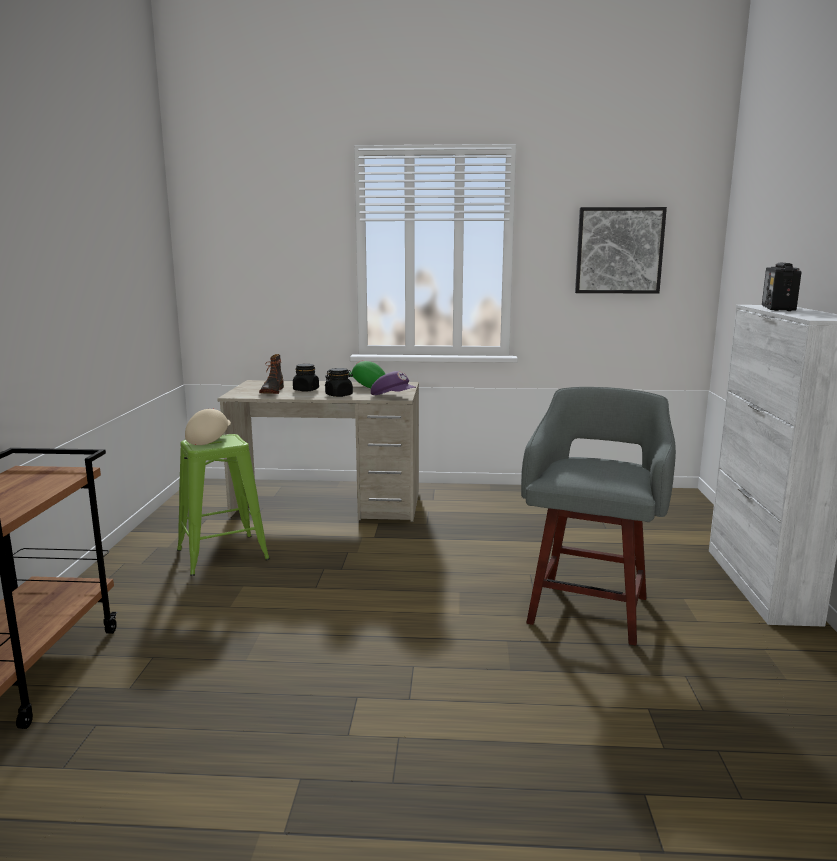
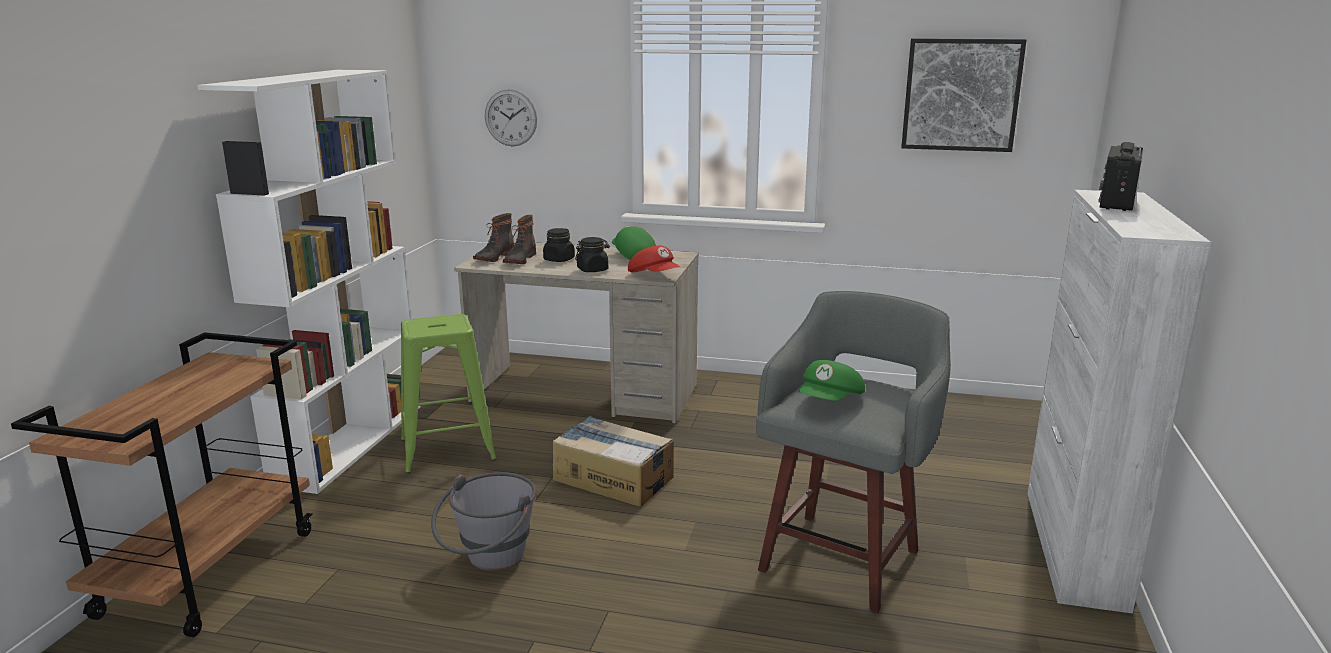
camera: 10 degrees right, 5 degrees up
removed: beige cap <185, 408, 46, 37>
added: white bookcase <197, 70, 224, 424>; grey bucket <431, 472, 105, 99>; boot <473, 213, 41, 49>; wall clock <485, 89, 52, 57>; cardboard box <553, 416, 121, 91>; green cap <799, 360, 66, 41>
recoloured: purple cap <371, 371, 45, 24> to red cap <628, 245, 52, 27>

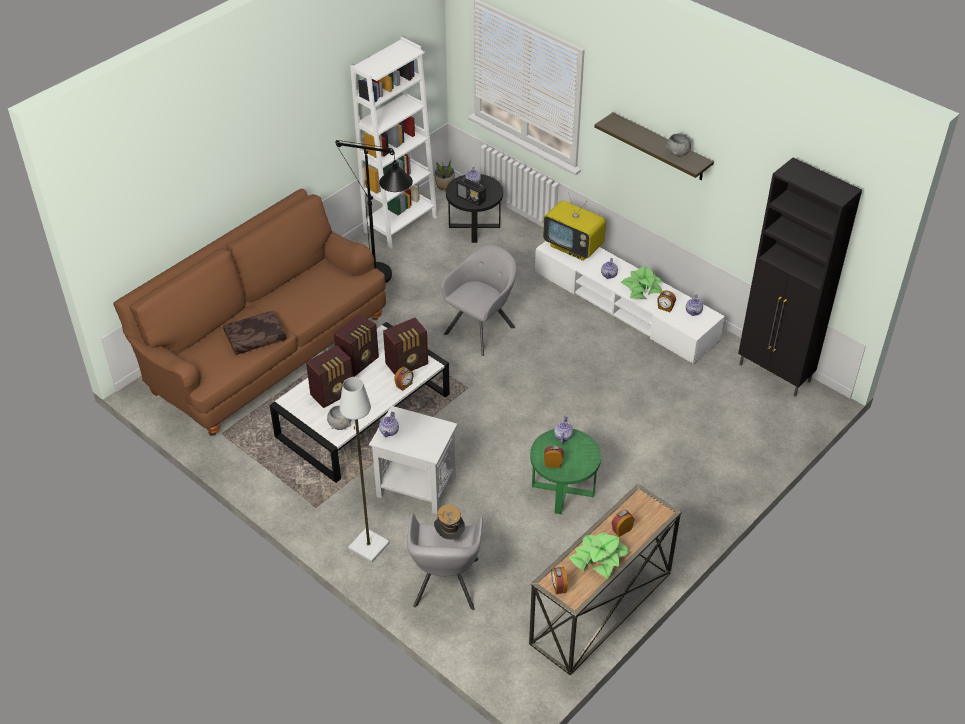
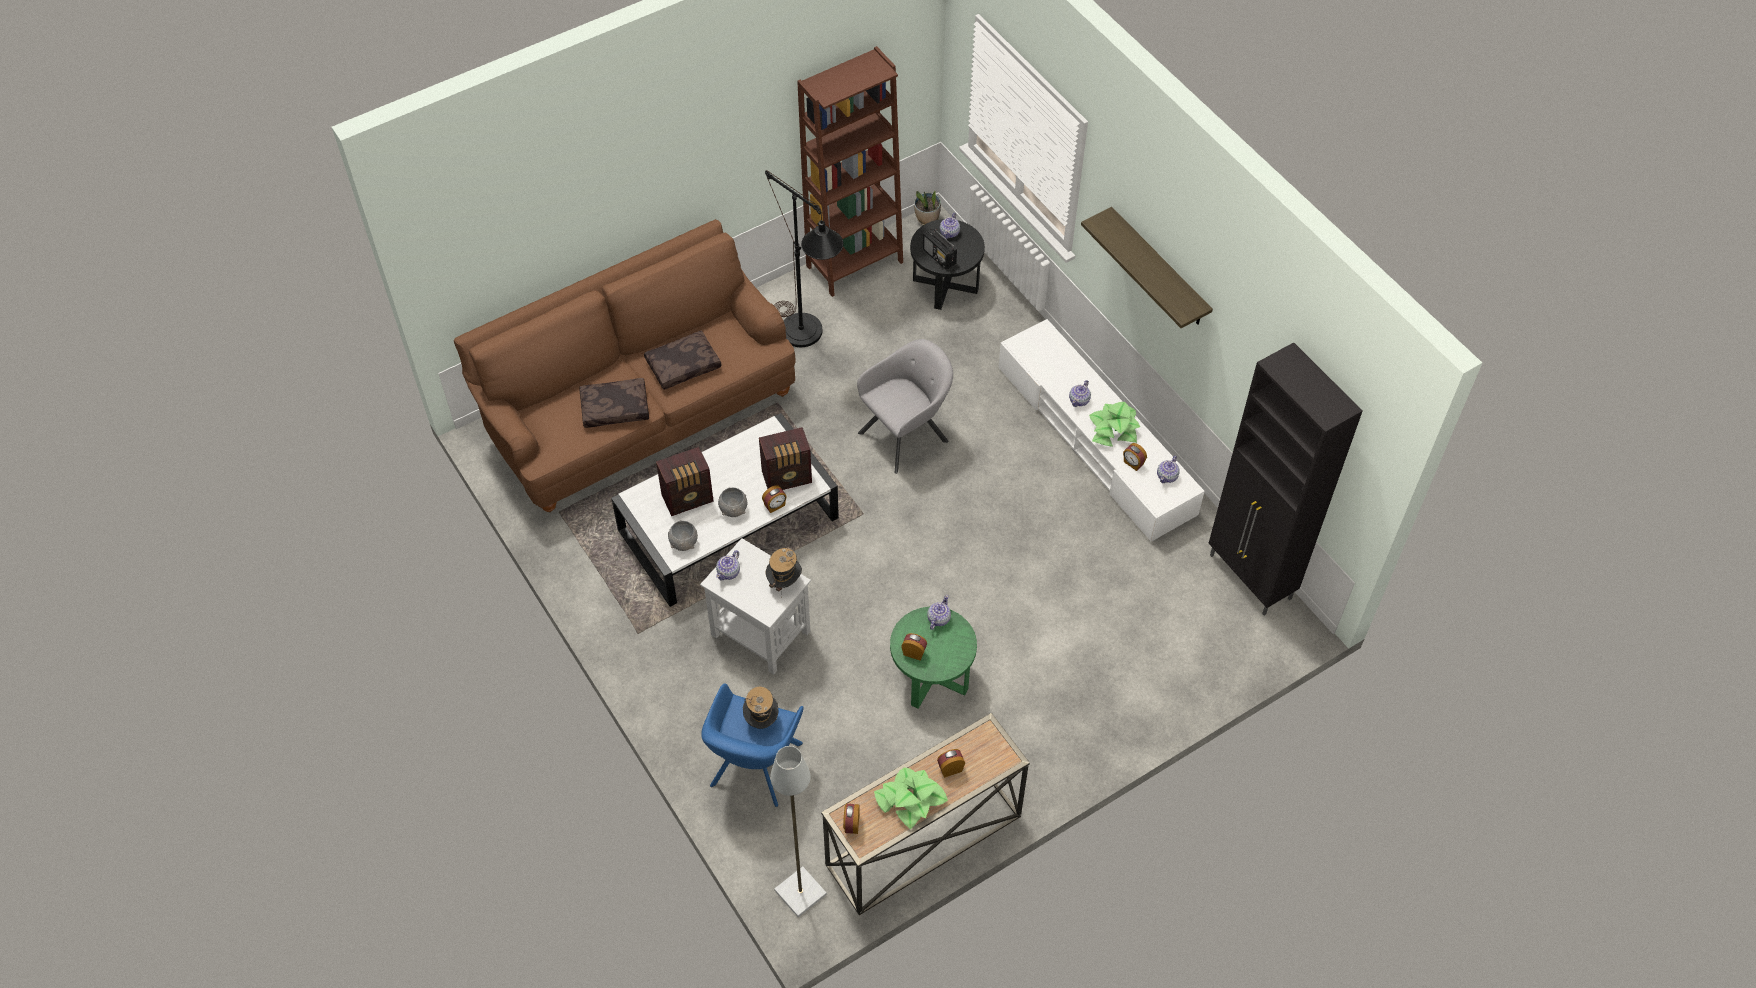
camera: 15 degrees right, 10 degrees up
removed: radio <334, 314, 45, 63>; television <543, 193, 63, 68>
added: brown pillow <644, 330, 78, 60>; hat <766, 547, 36, 51>
moved: grey floor lamp <339, 377, 51, 186> to <770, 746, 57, 171>; grey bowl <666, 133, 25, 24> to <718, 487, 30, 30>
recoloured: white bookcase <350, 37, 87, 211> to brown bookcase <797, 46, 106, 251>; grey armchair <407, 513, 76, 97> to blue armchair <701, 684, 103, 123>

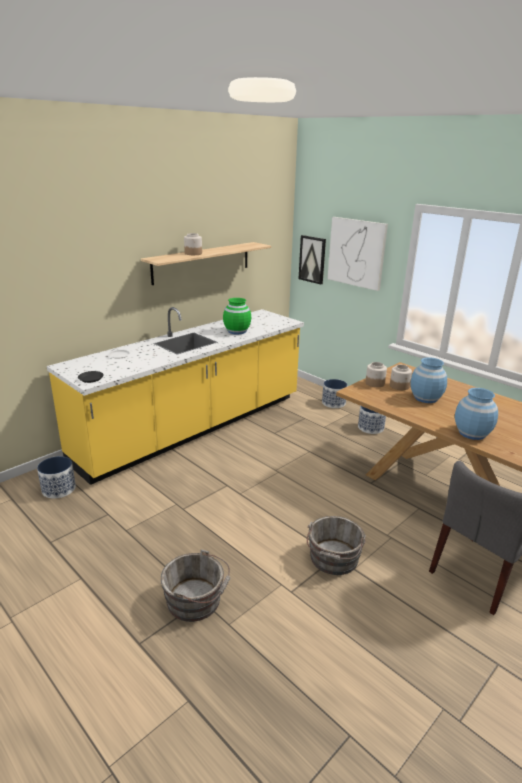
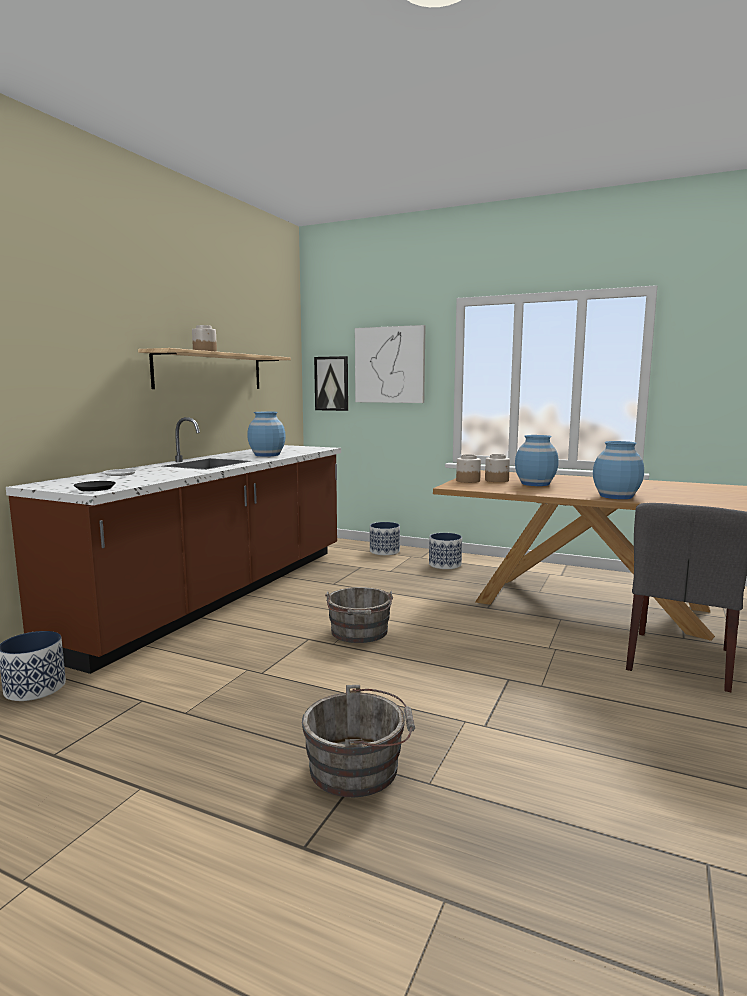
camera: 20 degrees left, 15 degrees down
moved: grey bucket <307, 516, 59, 59> to <325, 587, 68, 56>
recoloured: yellow counter <47, 307, 257, 178> to brown counter <6, 417, 335, 257>; green vase <223, 298, 28, 37> to blue vase <247, 412, 39, 45>

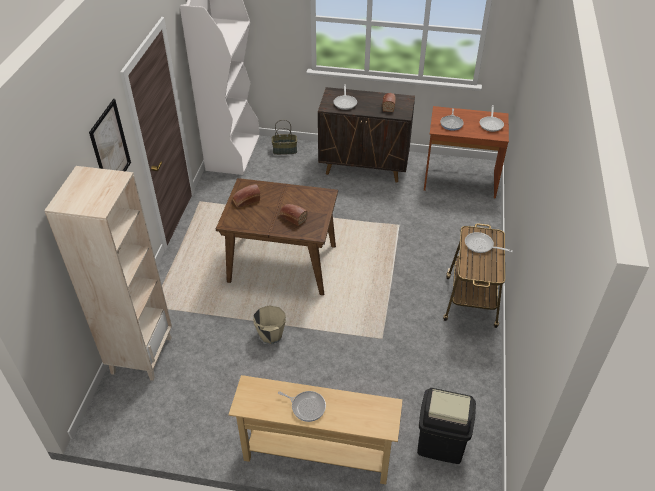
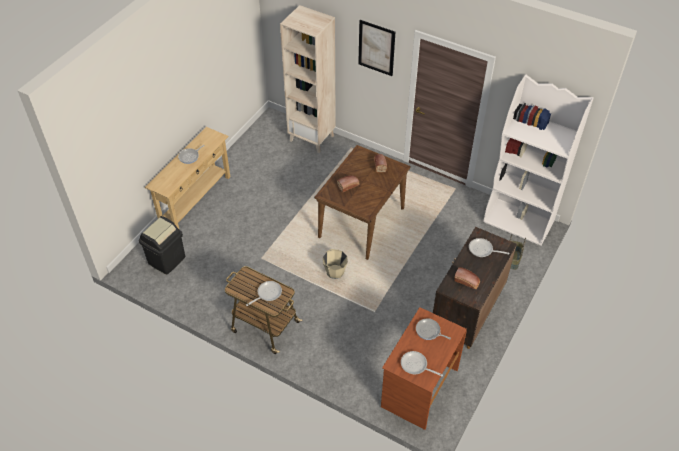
camera: 110 degrees right, 5 degrees up
moved: beige bucket <253, 305, 33, 39> to <323, 249, 25, 30>

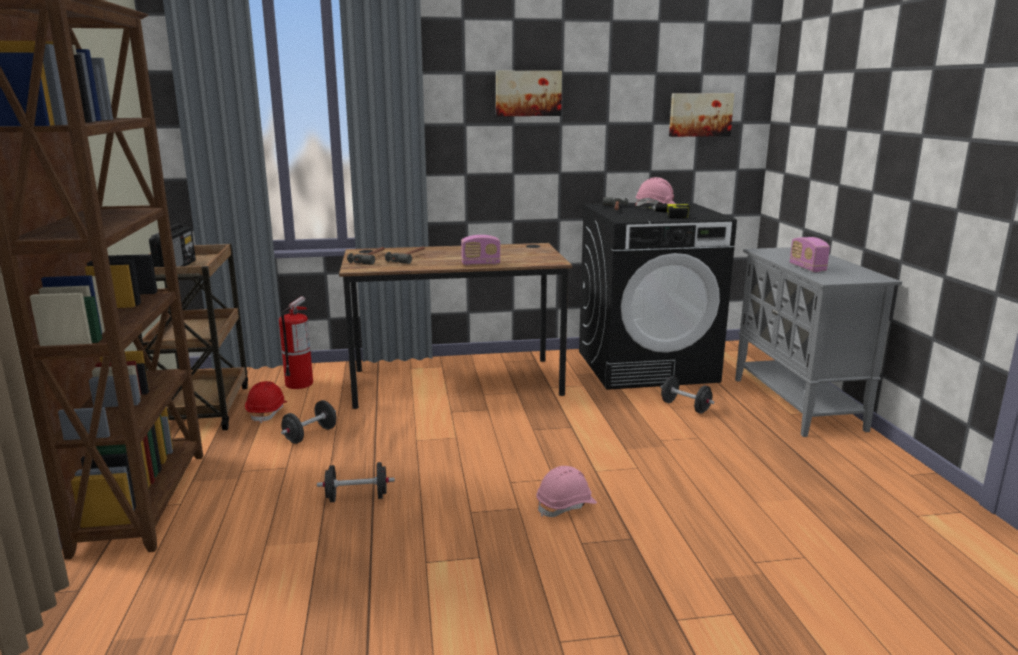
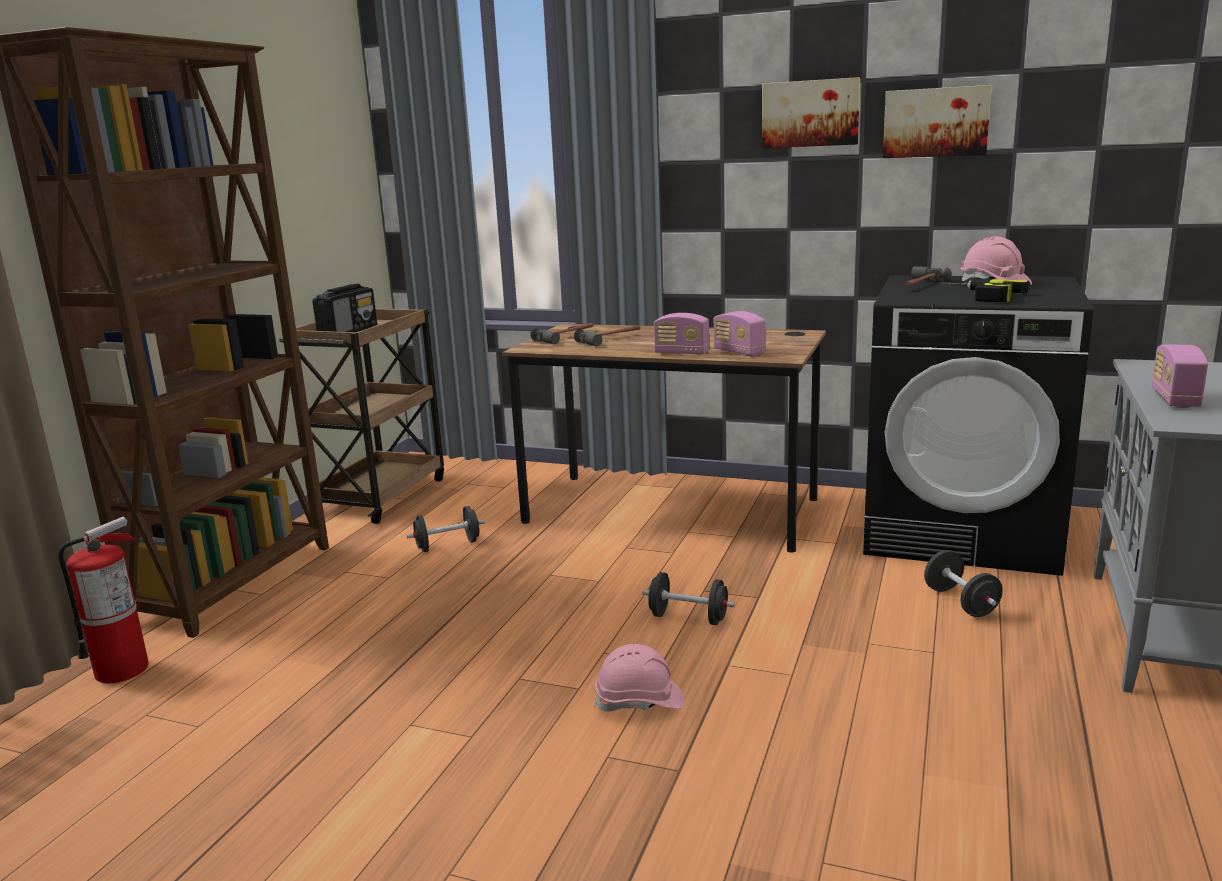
camera: 30 degrees right, 0 degrees up
removed: red hard hat <245, 381, 42, 42>
added: radio <713, 311, 53, 45>
moved: fire extinguisher <279, 297, 34, 92> to <58, 516, 91, 167>; black dumbbell <317, 462, 78, 40> to <643, 572, 92, 53>; picture <669, 93, 65, 44> to <883, 85, 109, 73>

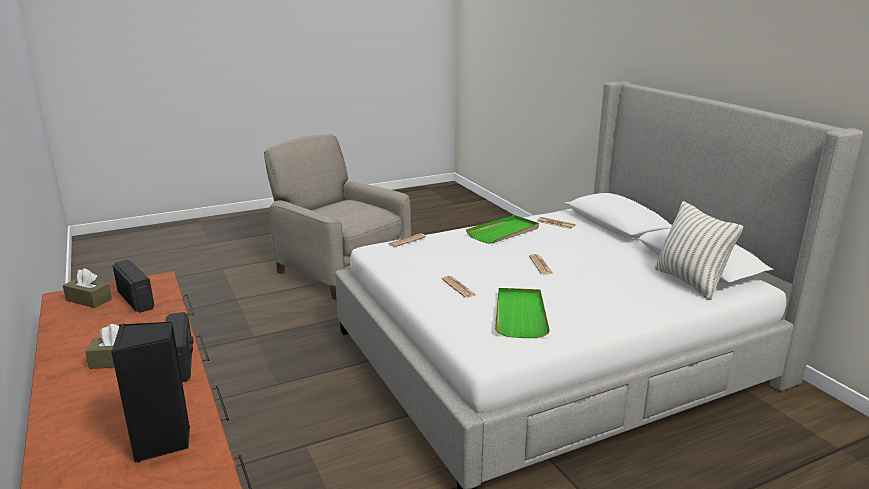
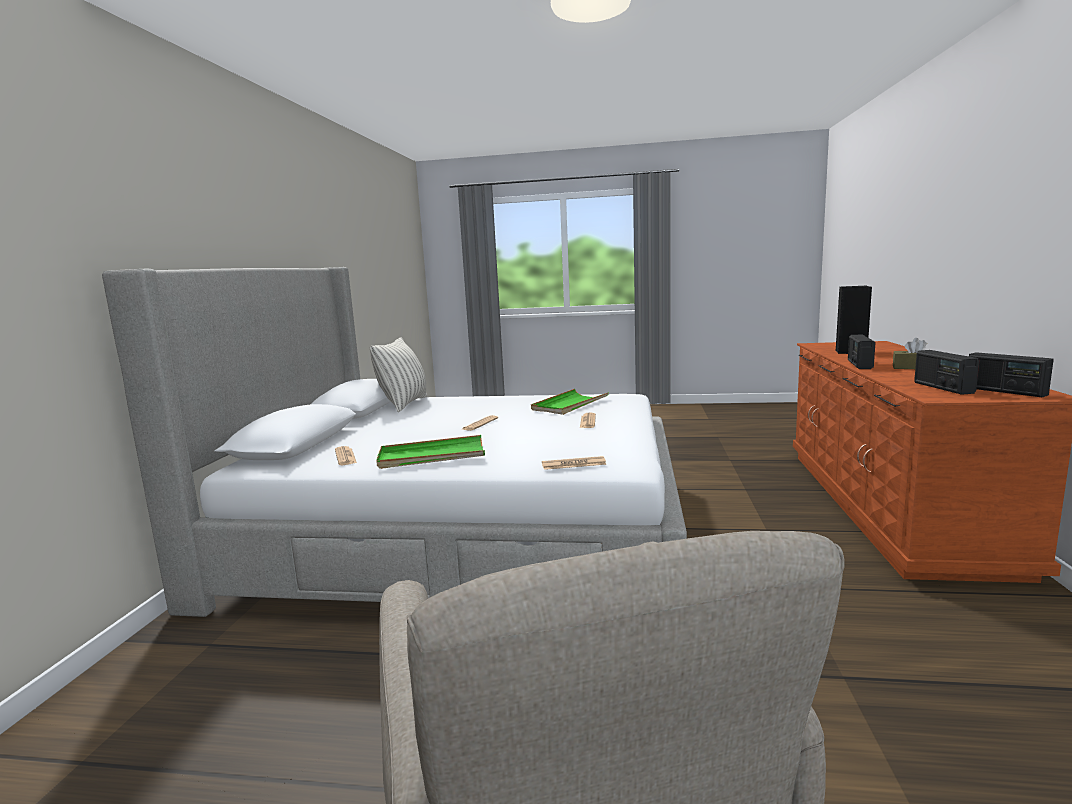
camera: 145 degrees left, 10 degrees down
replaced: brown tissue box <63, 268, 49, 40> to radio <969, 352, 85, 45>

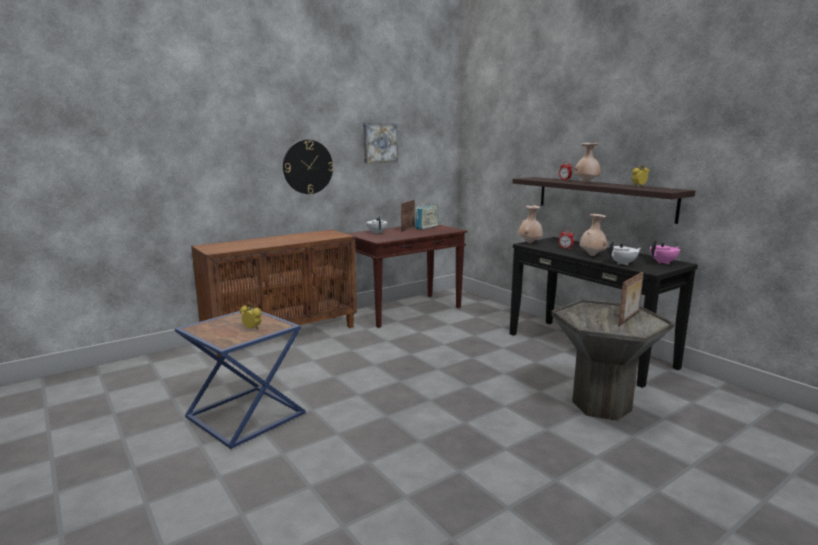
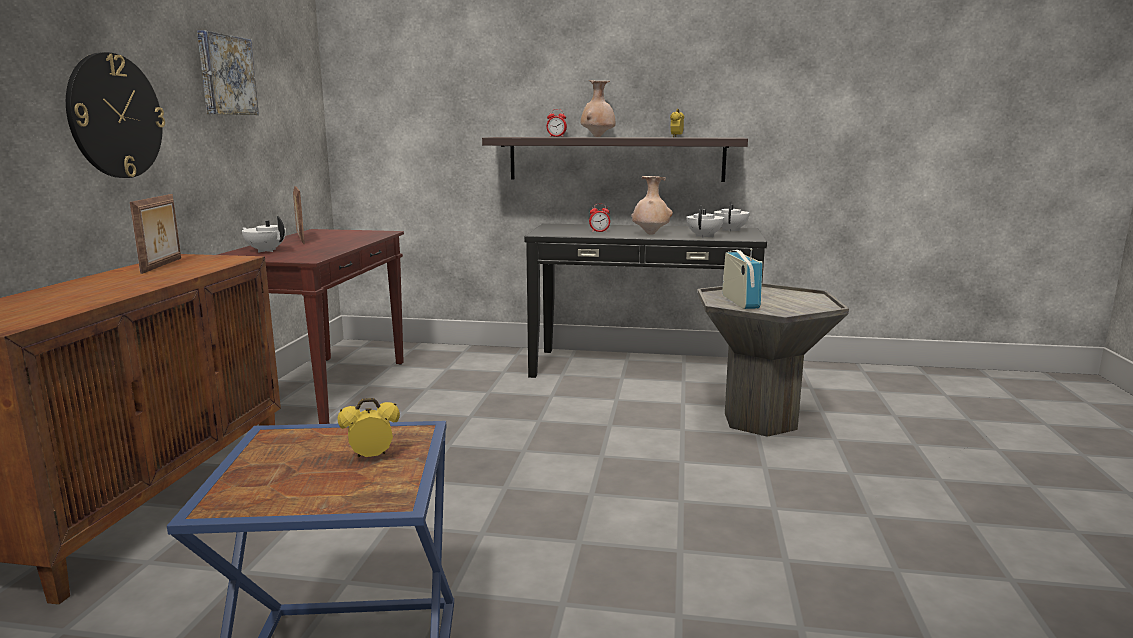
camera: 45 degrees left, 0 degrees up
removed: beige vase <518, 205, 25, 38>
moved: radio <415, 202, 24, 28> to <722, 248, 41, 61>; picture frame <618, 272, 25, 54> to <130, 194, 51, 80>
recoloured: pink teapot <650, 240, 30, 24> to white teapot <714, 201, 36, 31>

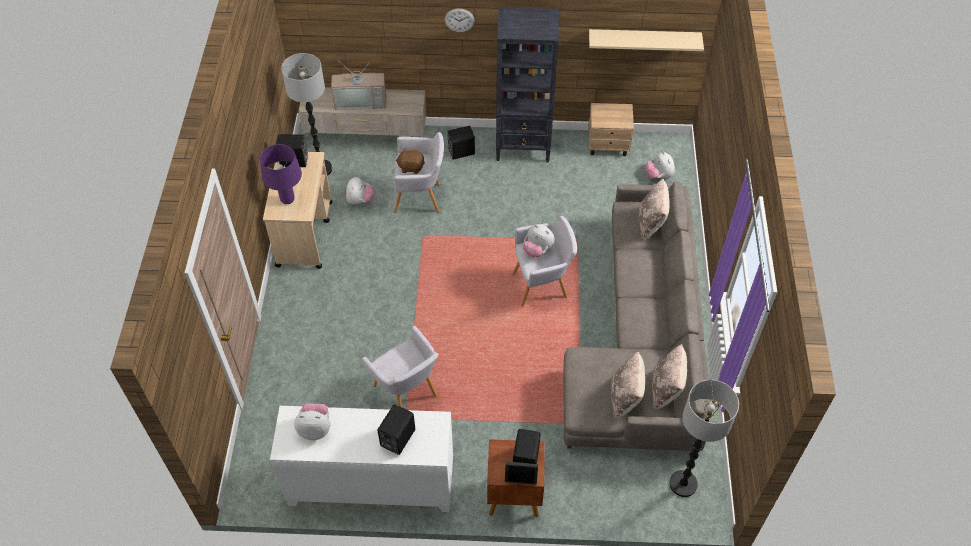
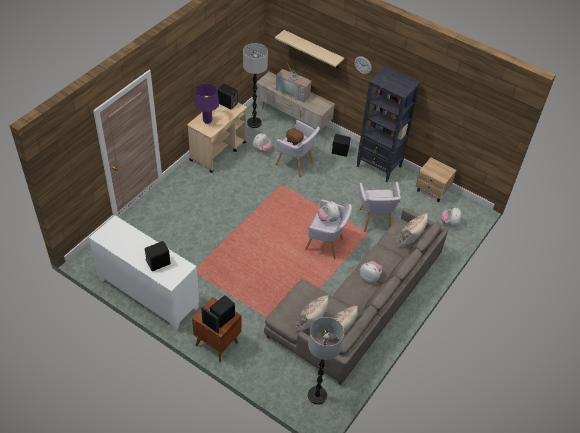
camera: 30 degrees right, 5 degrees down
moved: plush toy <294, 403, 36, 37> to <360, 261, 22, 22>; grey armchair <362, 325, 77, 82> to <359, 182, 42, 50>; beige shelf <589, 29, 115, 22> to <275, 30, 69, 38>

